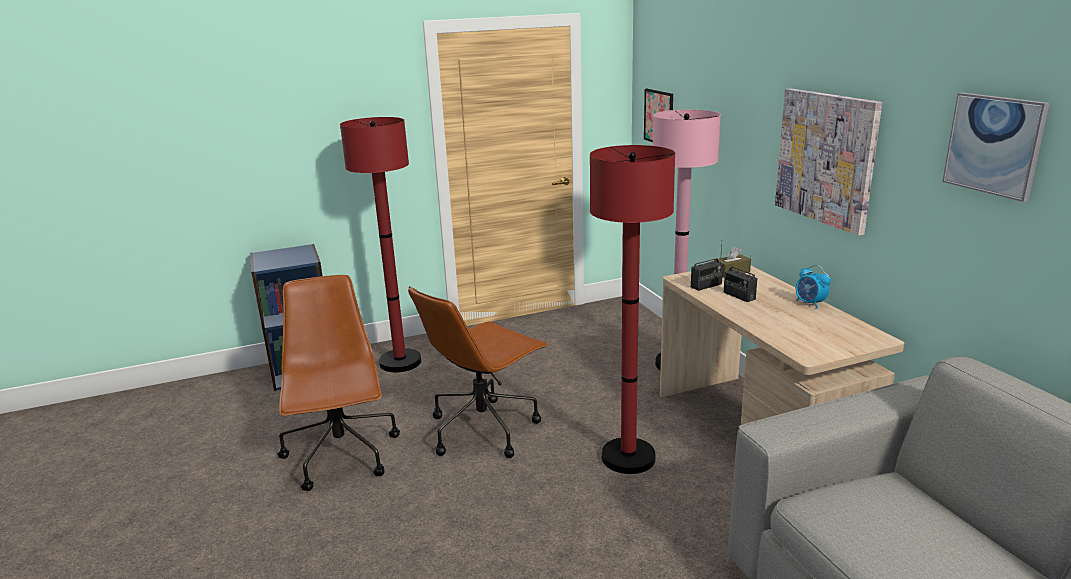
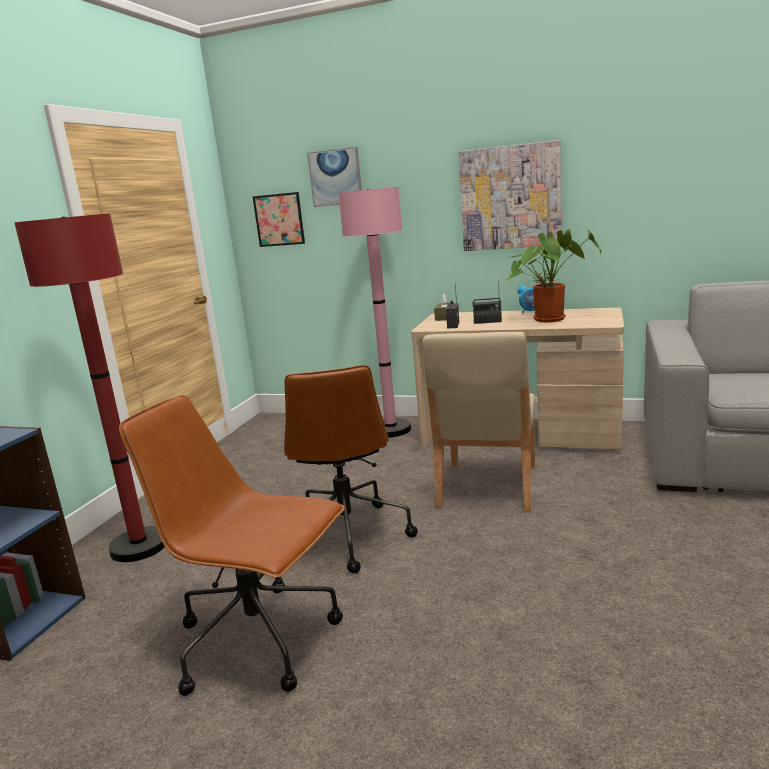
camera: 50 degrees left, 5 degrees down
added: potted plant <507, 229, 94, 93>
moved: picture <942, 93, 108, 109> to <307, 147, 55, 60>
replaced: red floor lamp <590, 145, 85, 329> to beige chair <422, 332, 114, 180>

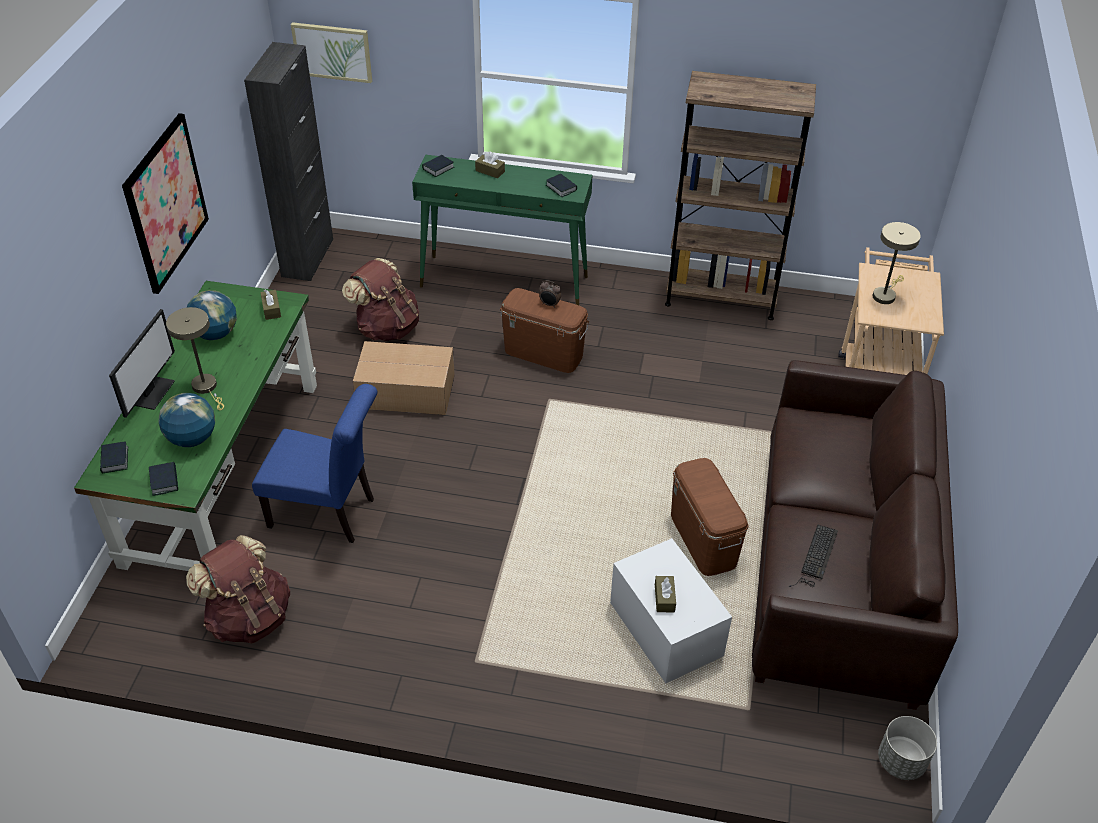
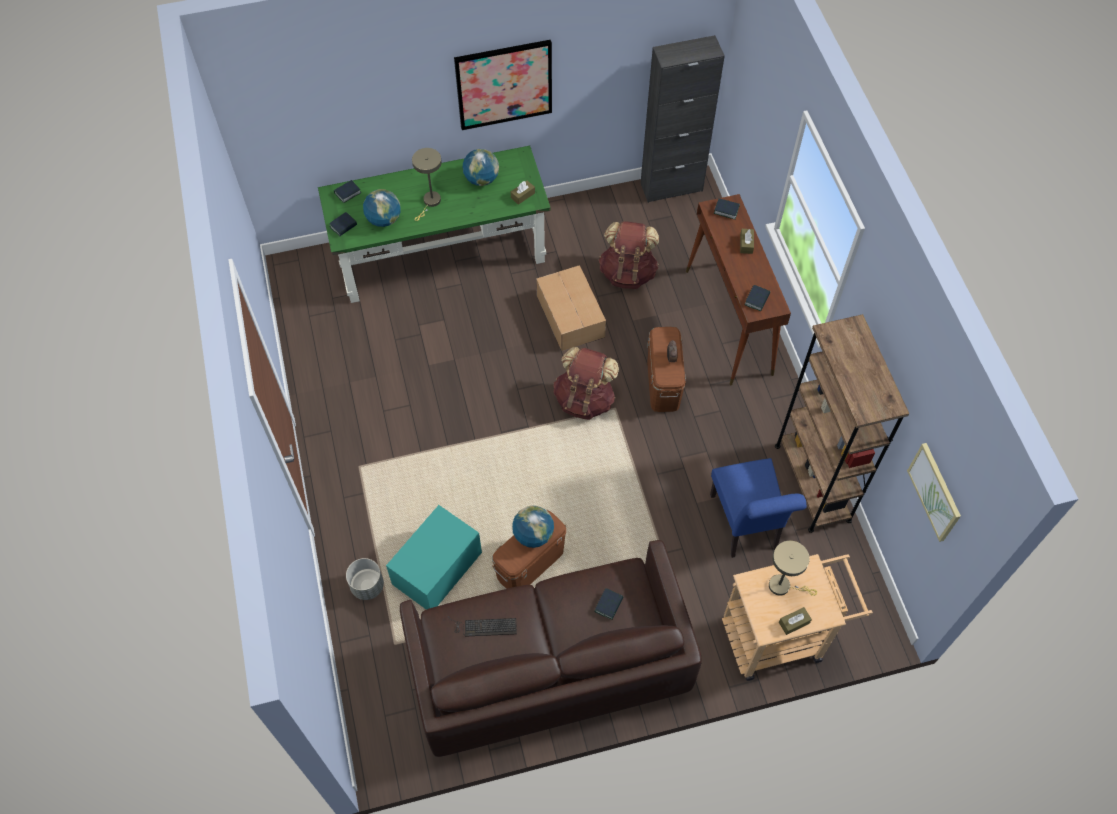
camera: 65 degrees right, 15 degrees up
removed: monitor <109, 309, 66, 109>
added: globe <512, 505, 42, 43>; book <594, 588, 29, 32>
moved: brown backpack <186, 535, 104, 109> to <554, 347, 65, 73>; blue chair <252, 384, 125, 159> to <710, 458, 97, 100>; picture <291, 22, 81, 61> to <907, 443, 54, 99>; brown tissue box <655, 576, 21, 36> to <779, 607, 33, 28>; grey planter <878, 716, 59, 64> to <346, 558, 38, 42>
recoloured: green console table <412, 155, 180, 150> to brown console table <686, 194, 105, 191>; white storage box <610, 538, 122, 146> to turquoise storage box <386, 505, 96, 105>

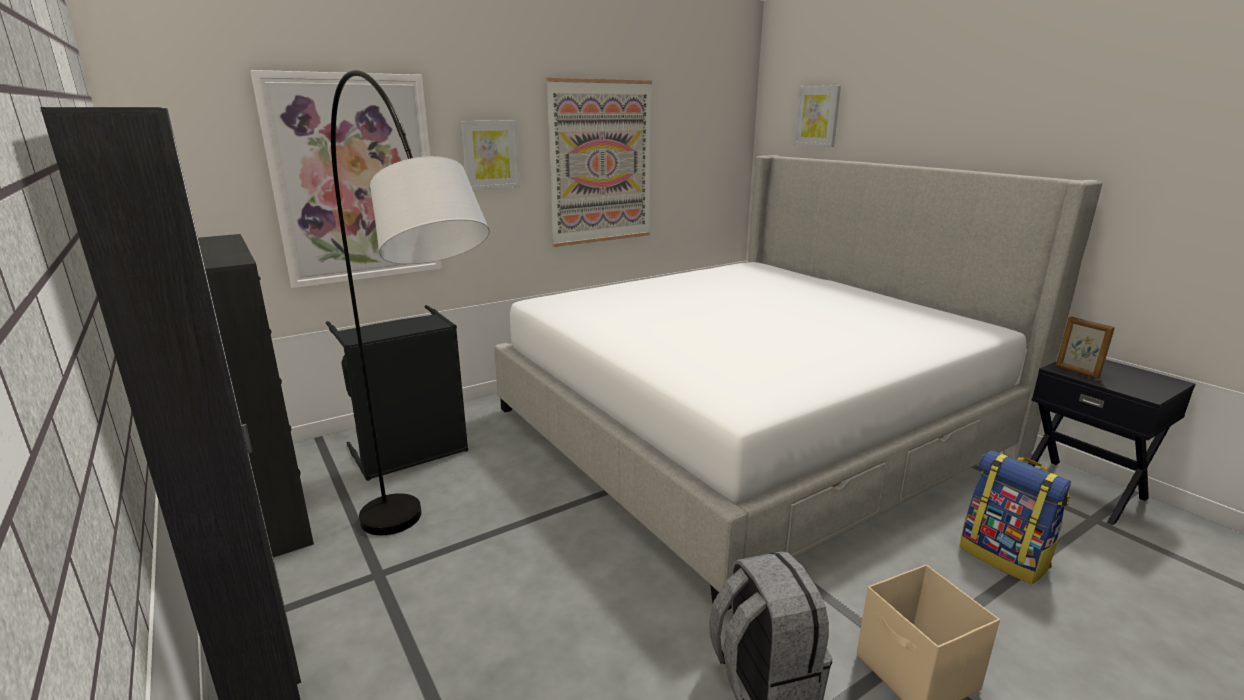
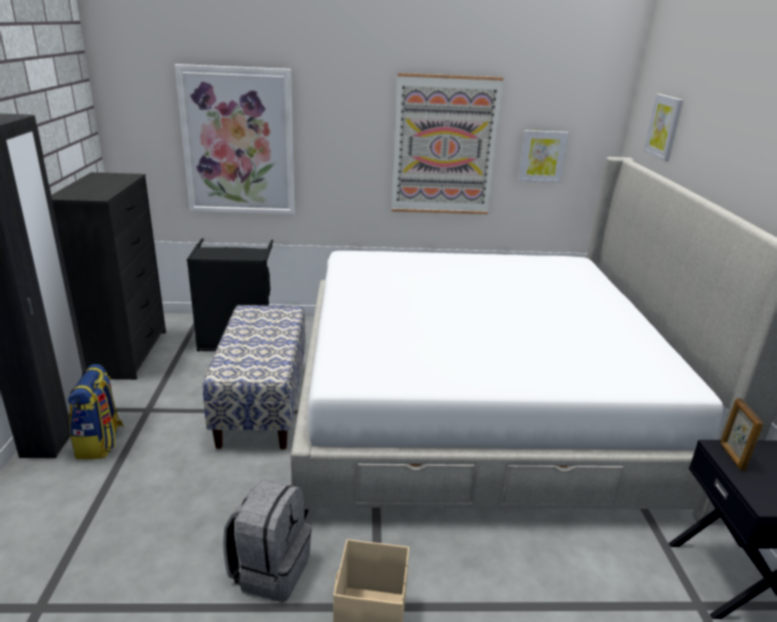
camera: 30 degrees right, 5 degrees up
removed: grey floor lamp <331, 70, 159, 465>
added: bench <203, 305, 103, 145>
moved: picture <461, 120, 59, 70> to <518, 130, 51, 53>; backpack <959, 451, 112, 133> to <68, 364, 56, 95>

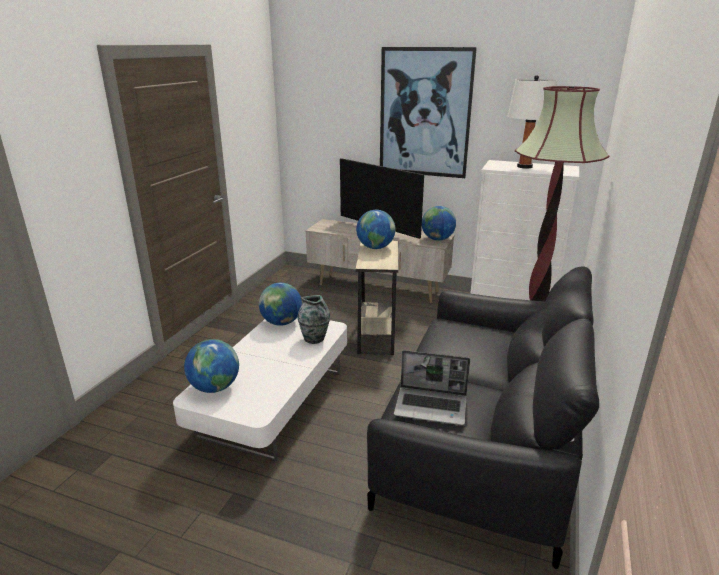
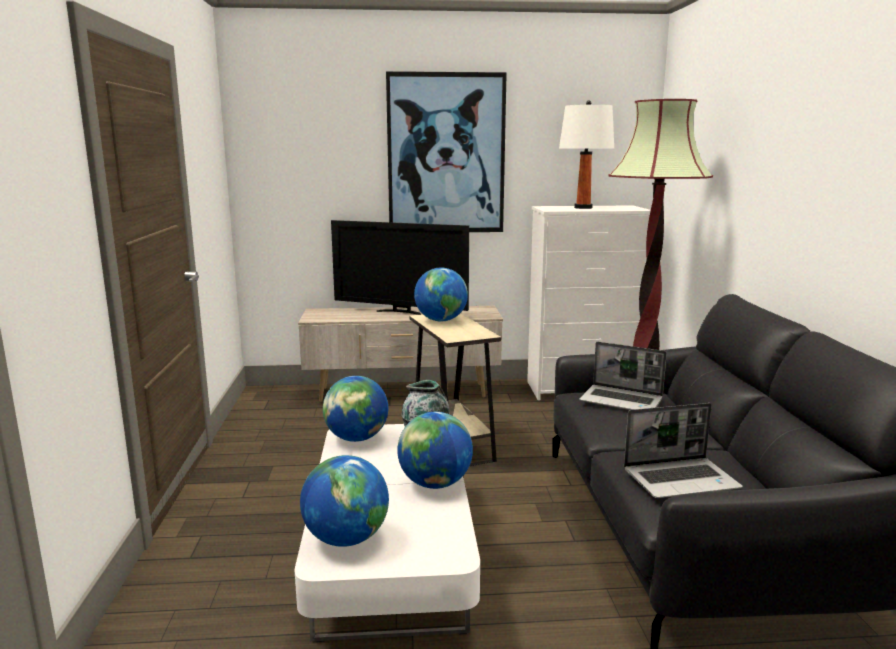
camera: 25 degrees left, 10 degrees down
added: laptop <579, 342, 88, 68>
moved: globe <422, 206, 34, 35> to <397, 412, 76, 77>

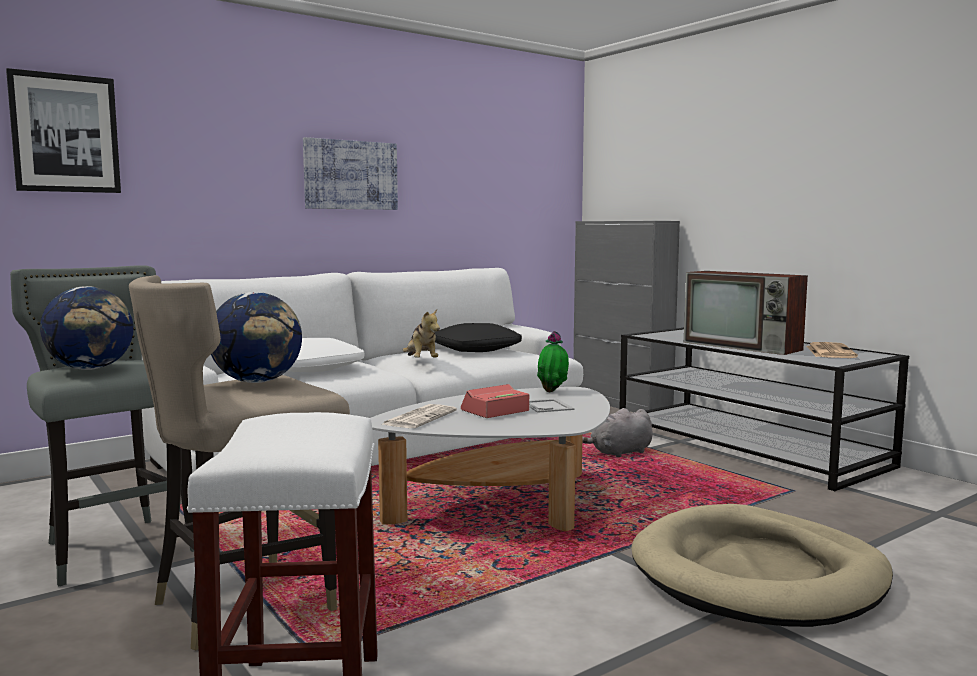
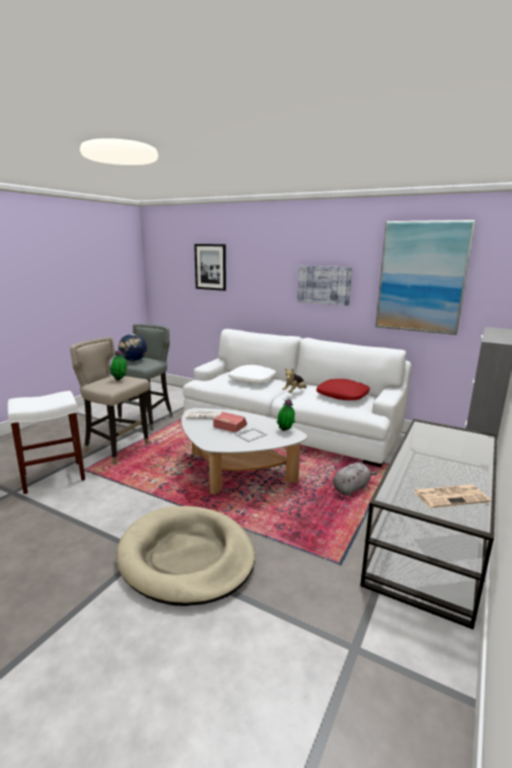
camera: 65 degrees right, 10 degrees up
removed: television <684, 271, 124, 84>
added: picture <375, 220, 101, 115>
replaced: globe <211, 292, 91, 91> to potted plant <110, 349, 17, 32>
recoloured: black pillow <435, 323, 87, 29> to red pillow <316, 379, 54, 21>
turned: grey plush toy <582, 408, 71, 49> = <333, 462, 44, 34> 105 degrees clockwise

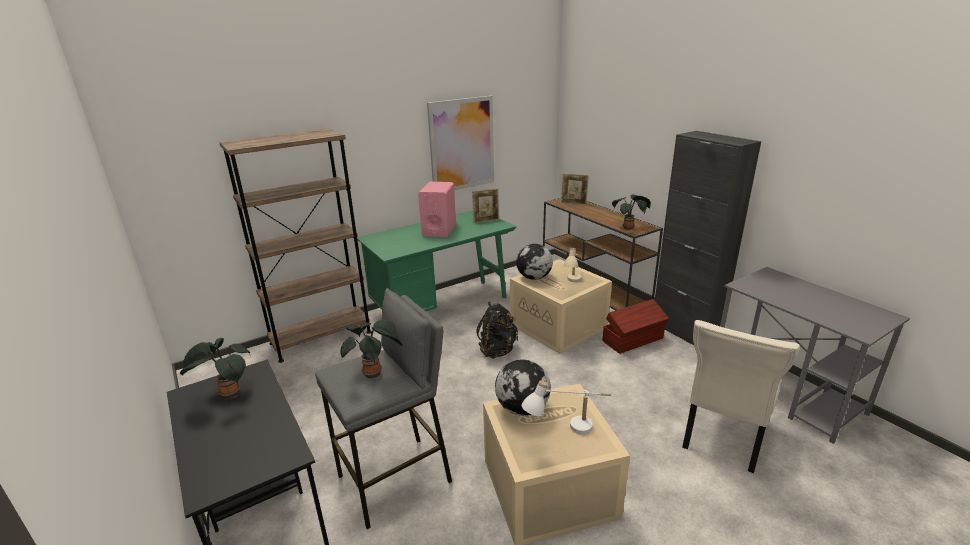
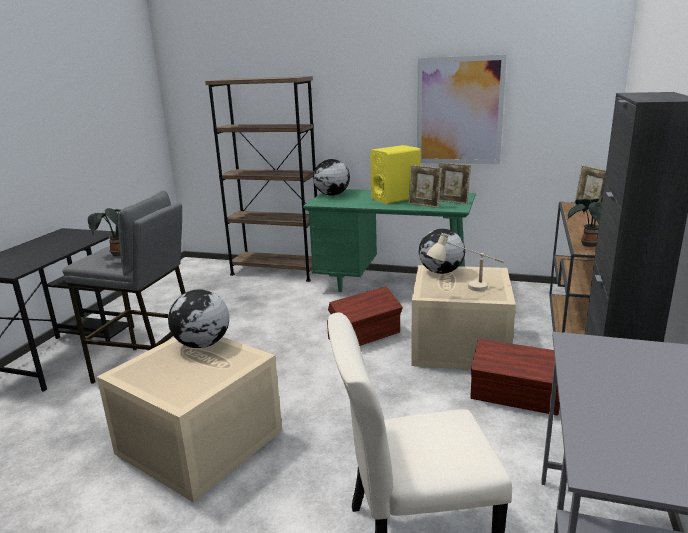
camera: 50 degrees right, 5 degrees down
removed: potted plant <180, 338, 71, 61>; white table lamp <521, 380, 90, 54>
added: globe <313, 159, 37, 37>; picture frame <409, 165, 33, 43>
replaced: black backpack <476, 302, 42, 57> to brown storage box <327, 286, 76, 60>
recoloured: pink speaker <418, 182, 38, 55> to yellow speaker <370, 145, 51, 59>

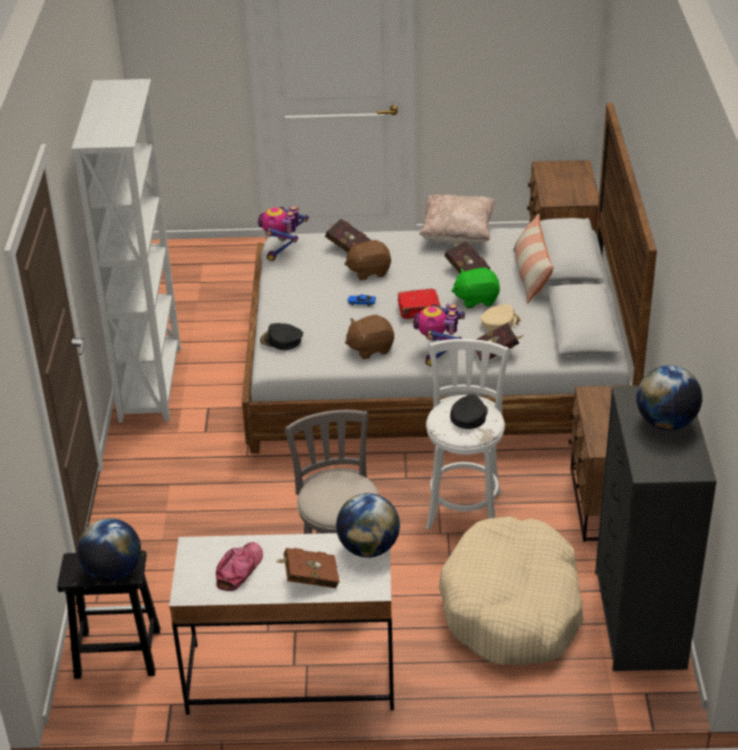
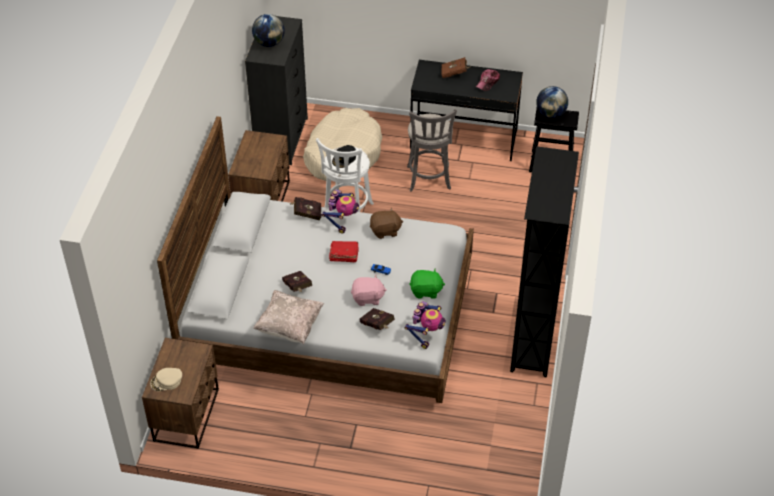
camera: 170 degrees left, 10 degrees up
removed: black cap <260, 323, 43, 27>; globe <336, 493, 64, 65>; pillow <513, 214, 41, 90>
moved: green plush toy <451, 268, 49, 40> to <409, 268, 36, 31>; beige cap <480, 304, 41, 27> to <150, 368, 32, 23>
recoloured: white bookcase <72, 79, 109, 344> to black bookcase <510, 146, 69, 232>; white desk <169, 533, 225, 182> to black desk <410, 60, 113, 101>; brown plush toy <344, 240, 47, 40> to pink plush toy <351, 275, 36, 31>

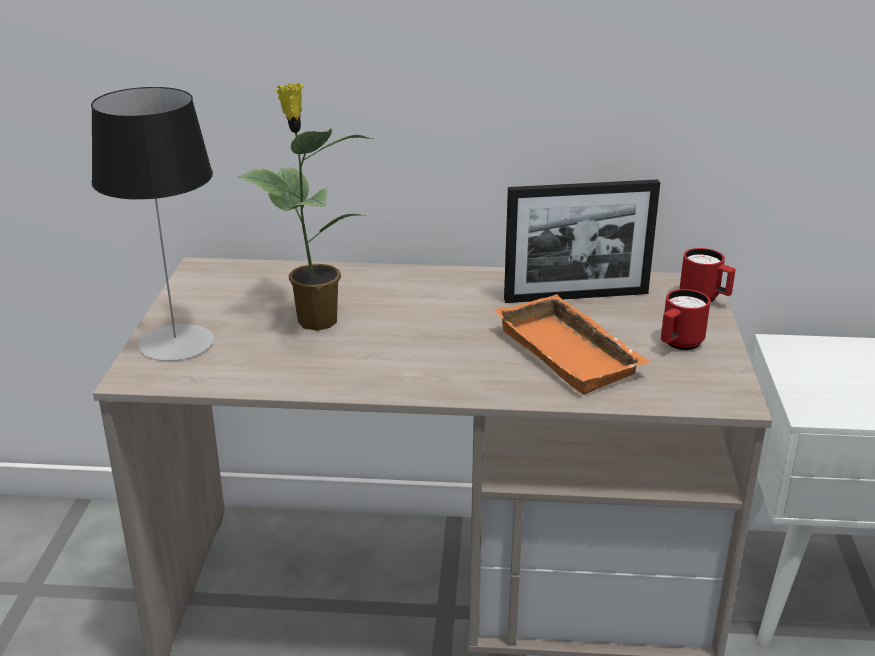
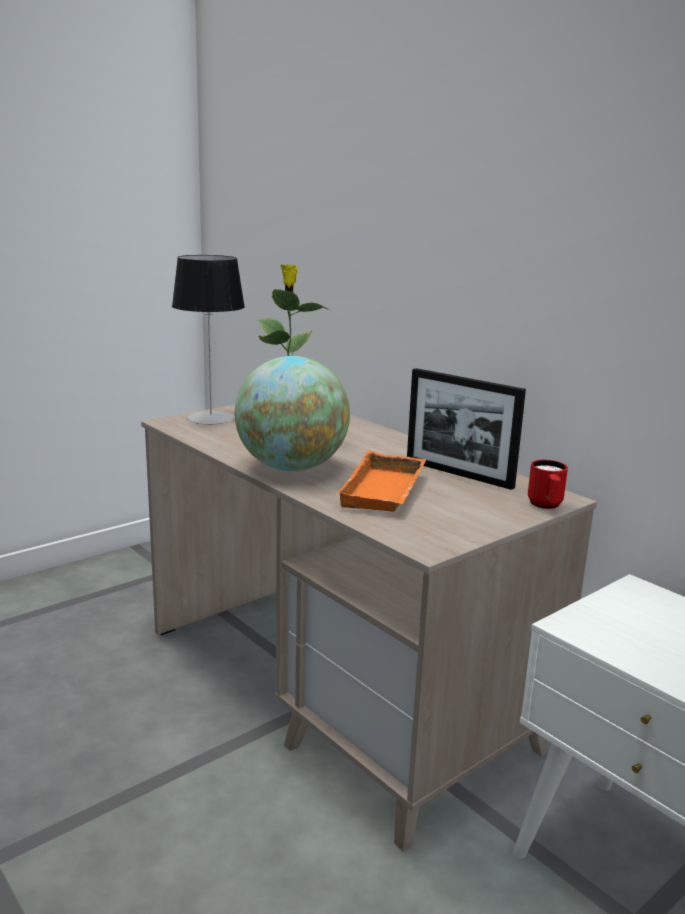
camera: 45 degrees right, 10 degrees down
removed: red mug <661, 289, 50, 61>
added: globe <235, 356, 115, 115>

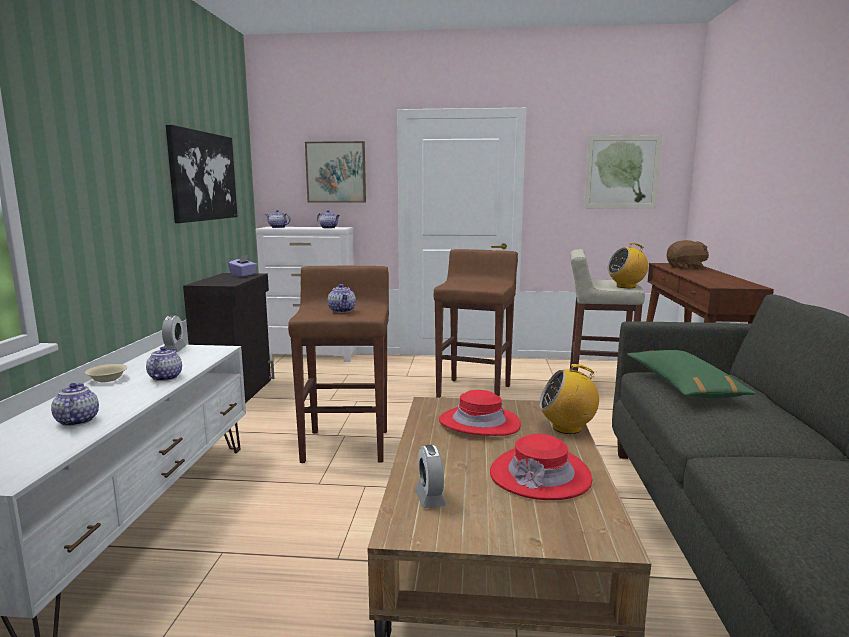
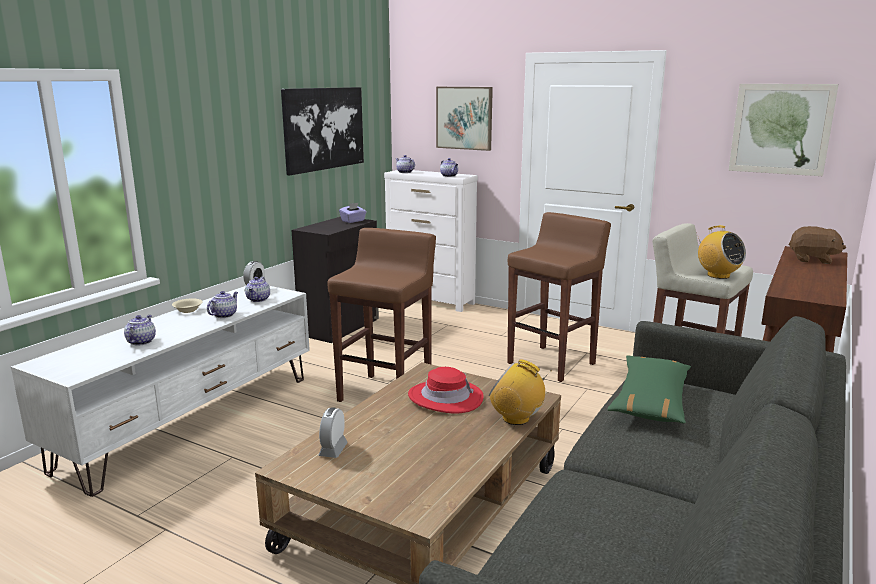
camera: 25 degrees right, 5 degrees up
removed: red hat <490, 434, 103, 66>
moved: teapot <328, 284, 28, 29> to <245, 277, 25, 25>
turned: radio <608, 243, 40, 45> = <697, 225, 49, 54> 135 degrees counterclockwise

